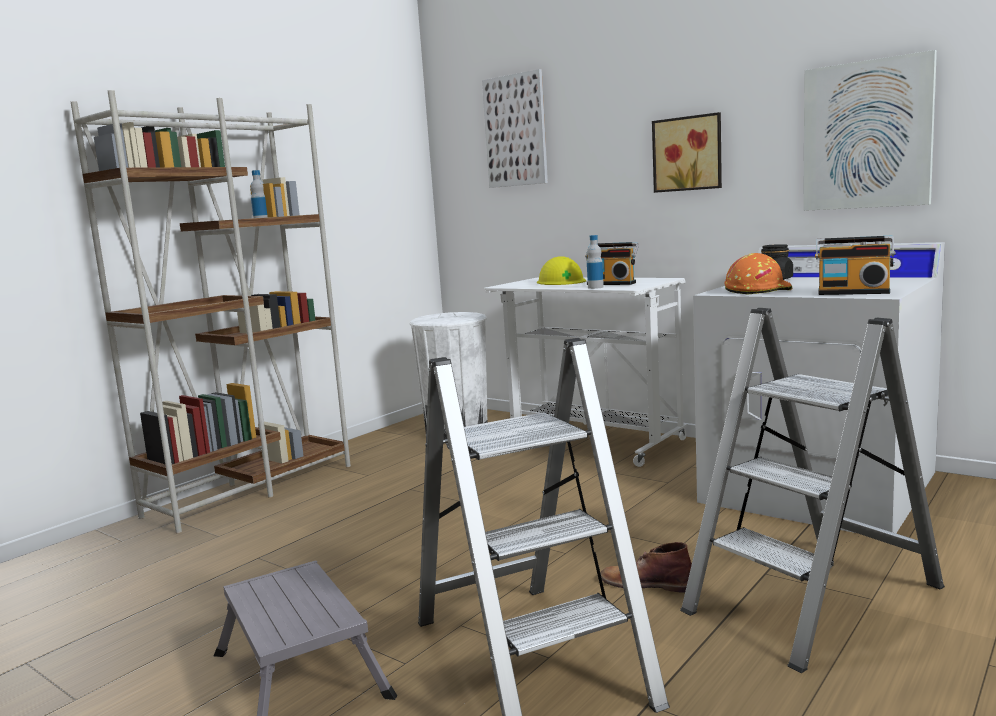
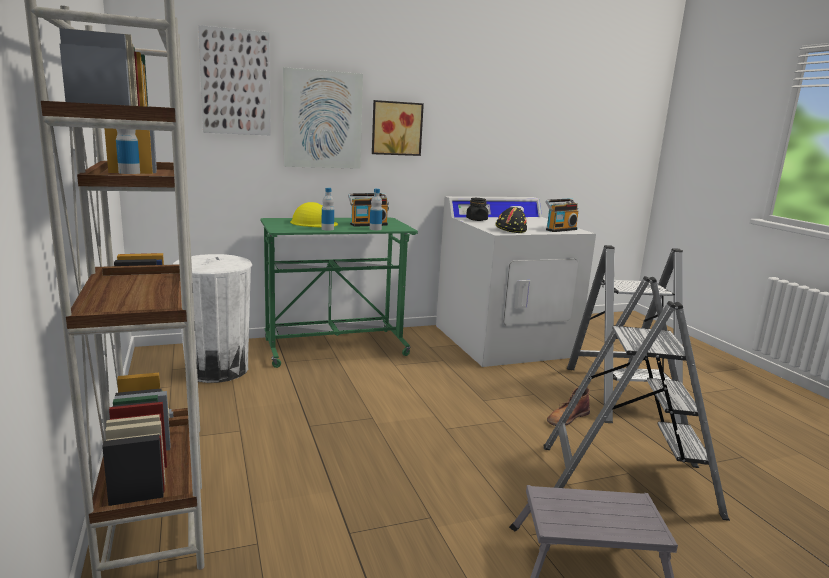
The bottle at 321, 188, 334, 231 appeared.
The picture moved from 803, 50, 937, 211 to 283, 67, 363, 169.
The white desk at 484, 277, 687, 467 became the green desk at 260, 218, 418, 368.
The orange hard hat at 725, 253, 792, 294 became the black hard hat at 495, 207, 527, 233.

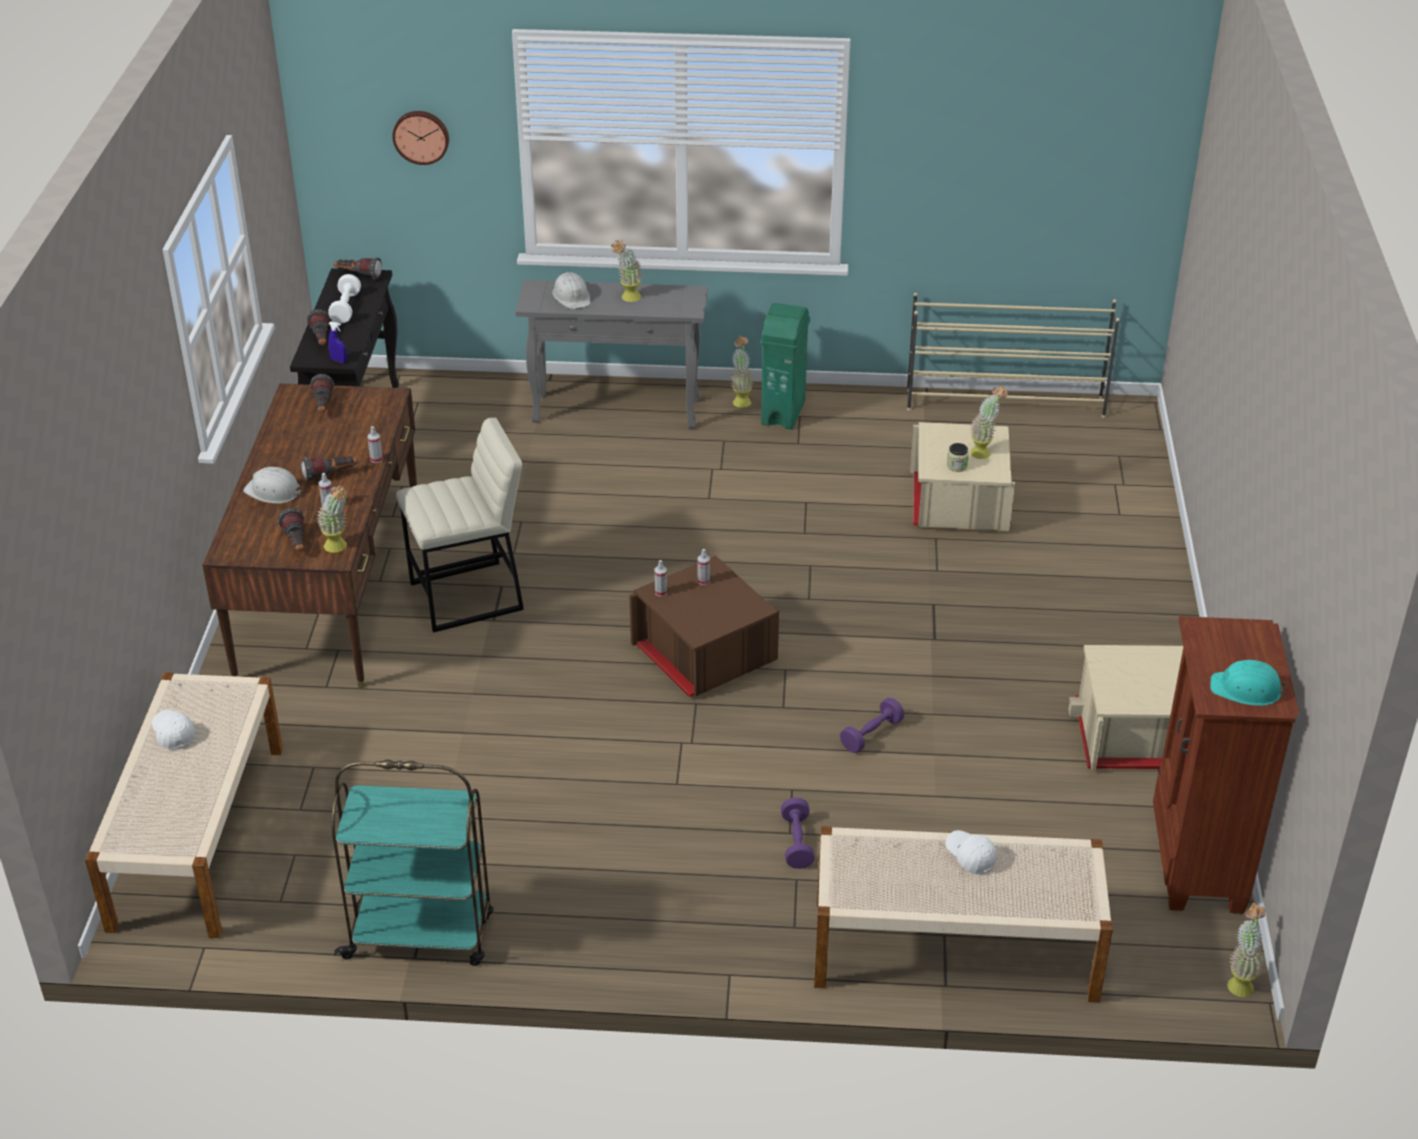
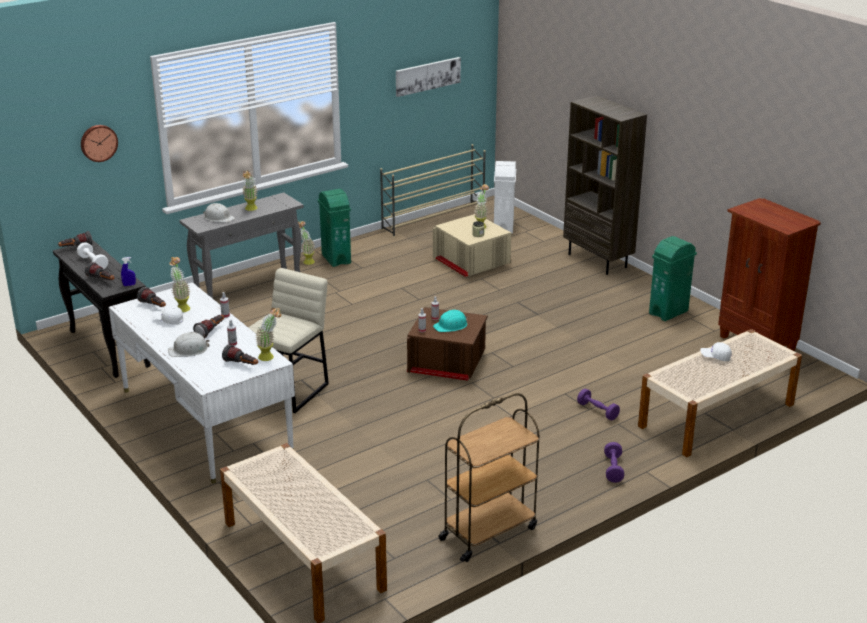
The picture at 396, 57, 461, 97 appeared.
The white trash can at 494, 161, 516, 234 appeared.
The brown bookcase at 563, 95, 647, 275 appeared.
The white cap moved from 152, 710, 195, 750 to 152, 305, 183, 325.
The purple dumbbell moved from 840, 698, 904, 753 to 604, 442, 624, 483.
The turquoise hard hat moved from 1210, 660, 1287, 706 to 433, 310, 468, 332.
The potted plant moved from 1227, 902, 1265, 997 to 170, 257, 190, 312.
The beige storage box at 1068, 645, 1183, 771 was replaced by the green trash can at 649, 236, 697, 321.
The brown desk at 203, 384, 417, 688 became the white desk at 109, 282, 295, 484.
The turquoise cart at 332, 760, 494, 966 became the brown cart at 438, 393, 539, 562.

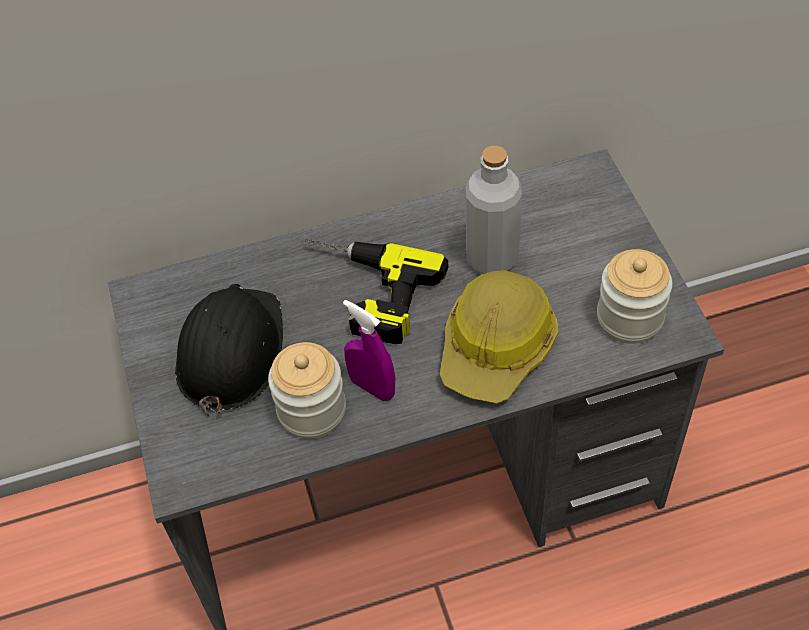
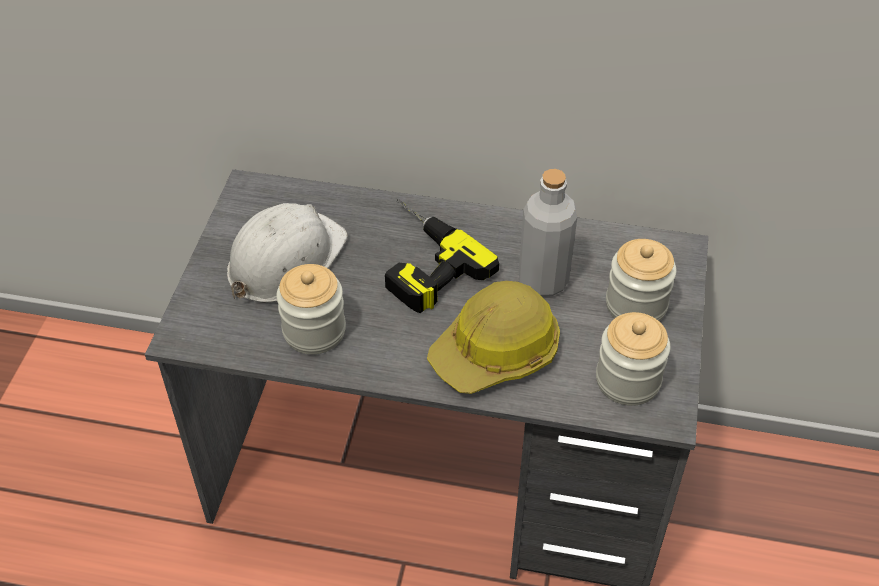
The purple spray bottle at 343, 300, 395, 401 disappeared.
The jar at 606, 239, 676, 321 appeared.
The black hard hat at 175, 284, 283, 416 became the white hard hat at 227, 203, 348, 303.

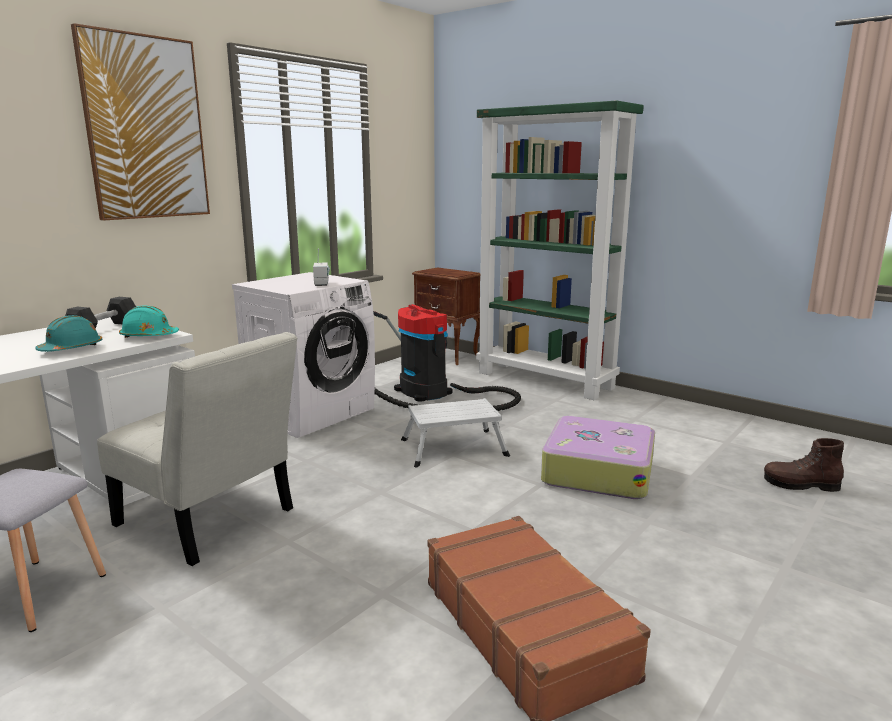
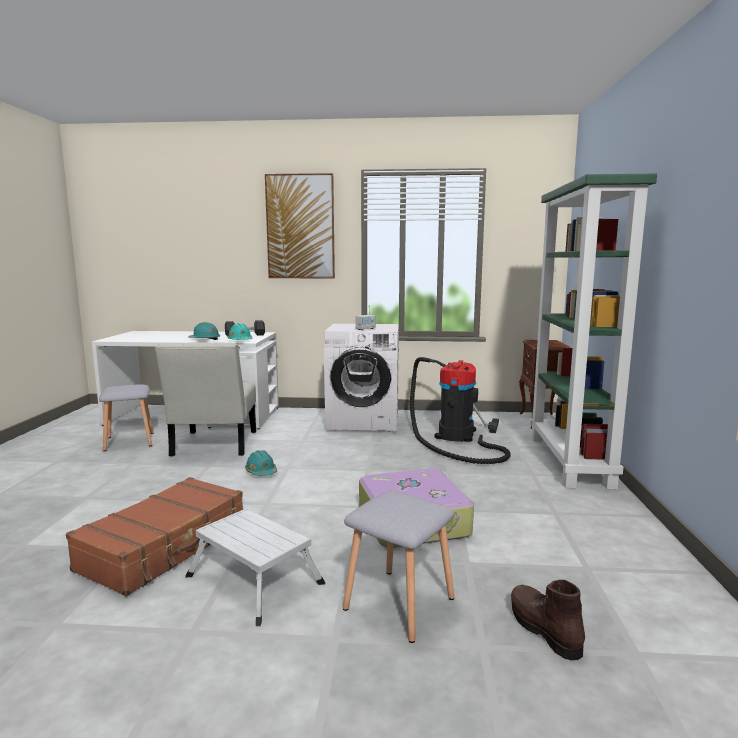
The turquoise hard hat at 245, 450, 277, 476 appeared.
The grey stool at 343, 490, 454, 643 appeared.
The white step ladder moved from 401, 398, 510, 468 to 185, 508, 325, 626.

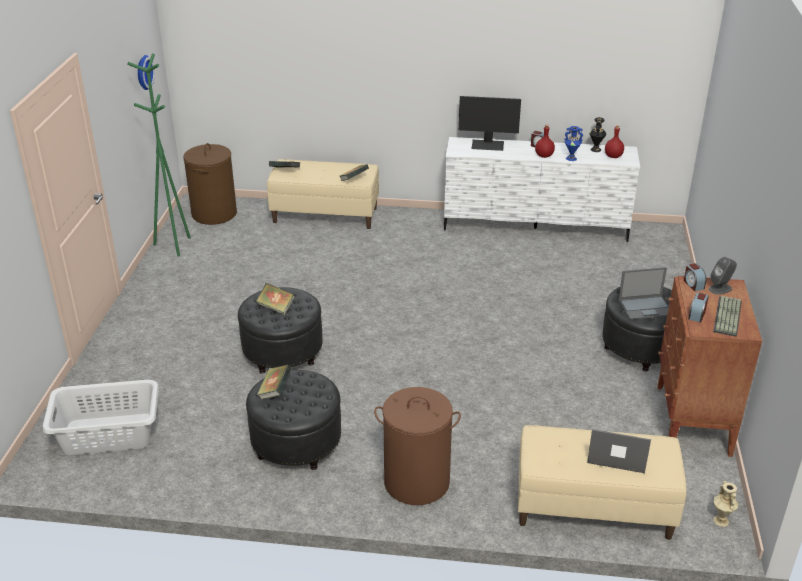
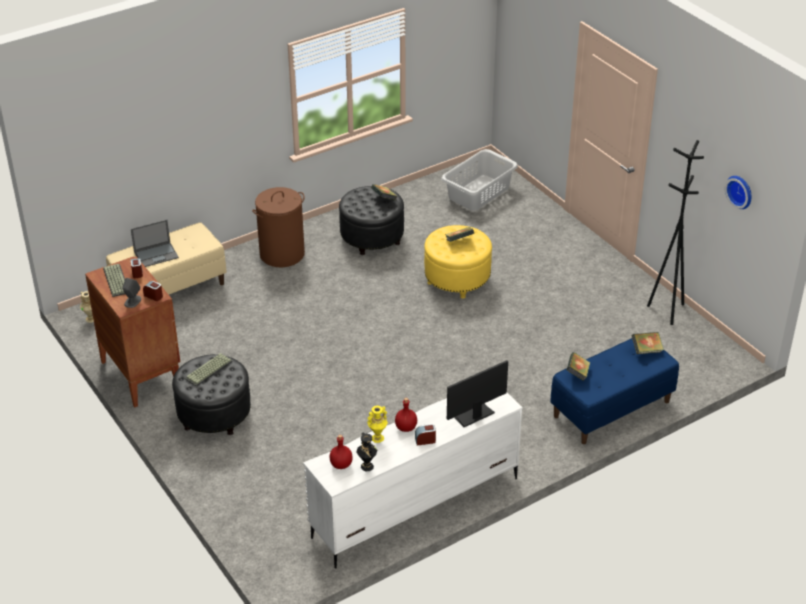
The brown laundry basket at 183, 143, 237, 225 disappeared.
The laptop at 618, 267, 669, 320 was replaced by the keyboard at 185, 353, 232, 387.
The green clothes rack at 127, 54, 191, 256 became the black clothes rack at 647, 140, 704, 325.
The black ottoman at 238, 287, 323, 374 became the yellow ottoman at 424, 225, 492, 299.
The beige bench at 267, 159, 379, 229 became the blue bench at 550, 338, 679, 444.
The blue vase at 564, 126, 583, 161 became the yellow vase at 367, 406, 388, 443.

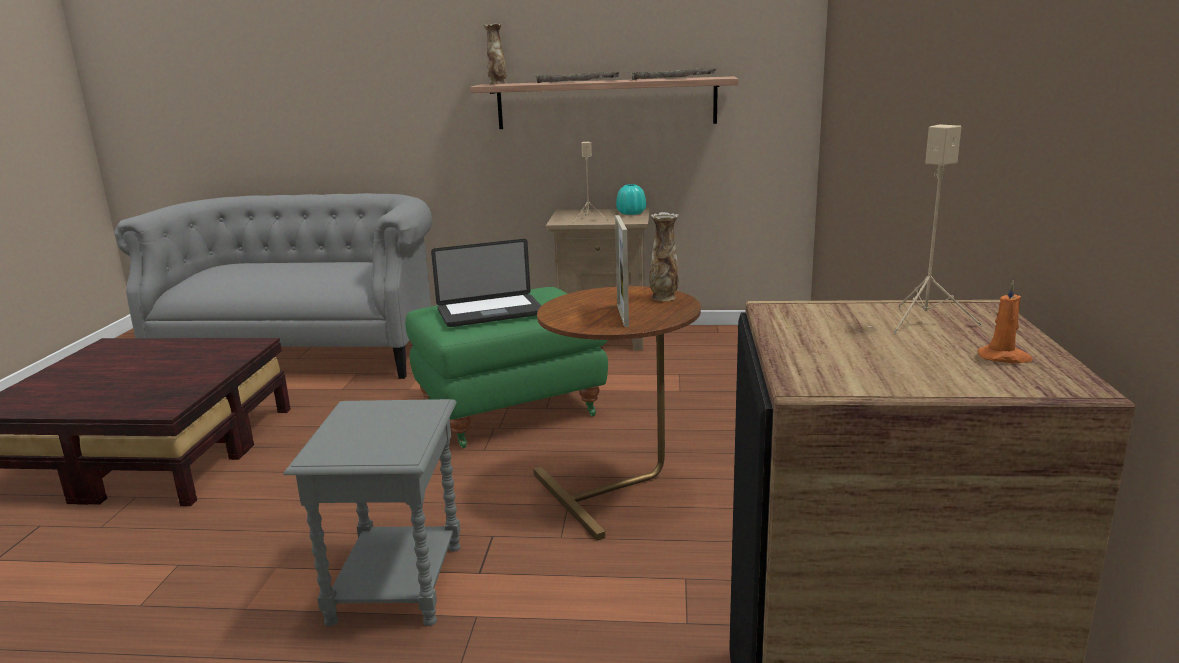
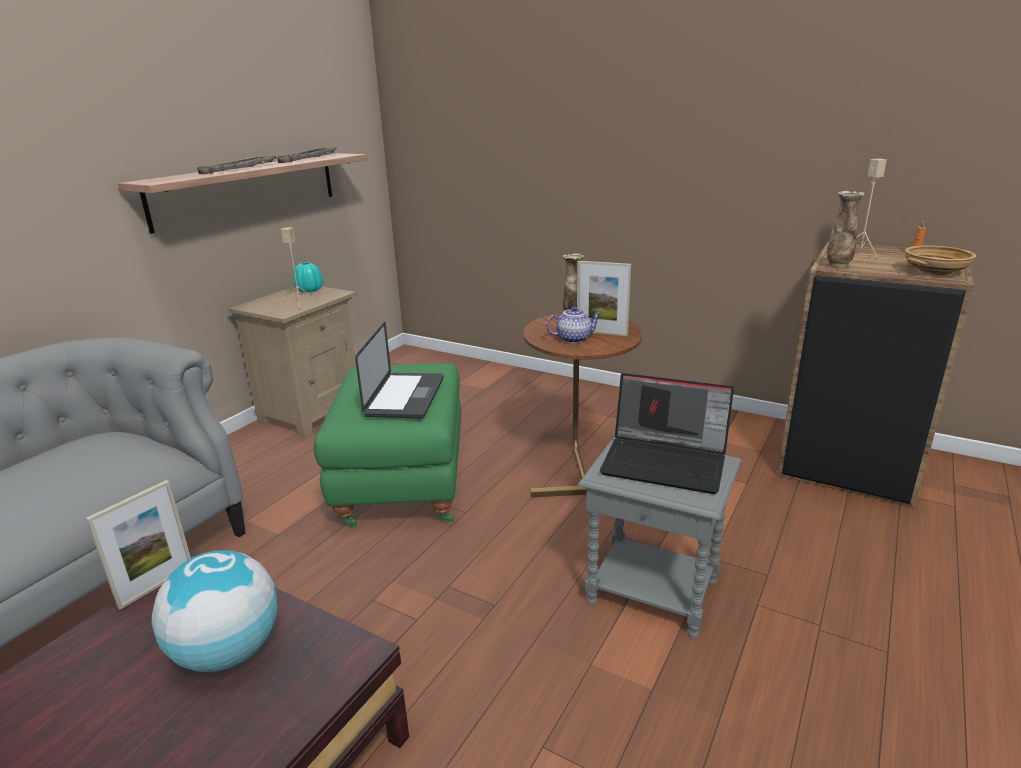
The picture frame at 86, 480, 191, 609 appeared.
The globe at 152, 550, 277, 672 appeared.
The teapot at 546, 306, 601, 343 appeared.
The laptop at 599, 373, 734, 494 appeared.
The beige bowl at 905, 245, 977, 276 appeared.
The vase moved from 483, 24, 507, 84 to 827, 191, 864, 269.

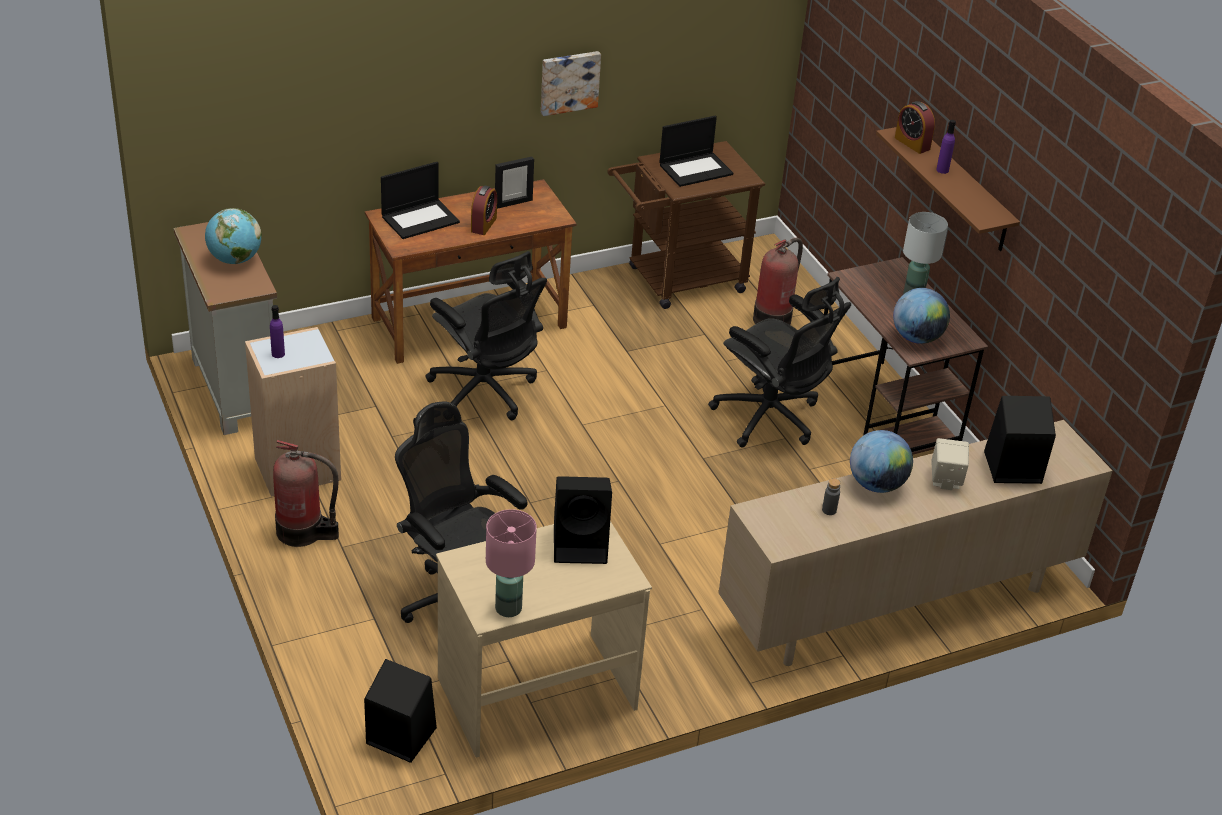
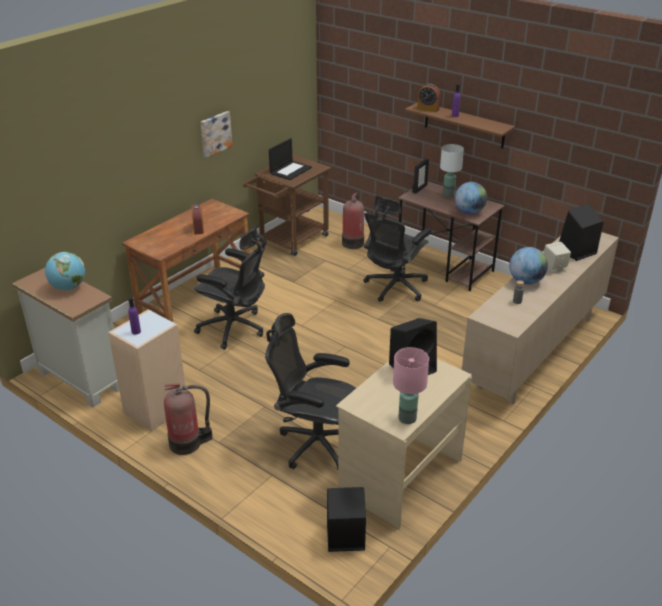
The laptop at 381, 162, 460, 239 disappeared.
The picture frame moved from 495, 157, 534, 209 to 412, 158, 429, 194.
The office chair at 708, 277, 851, 447 turned 105 degrees clockwise.

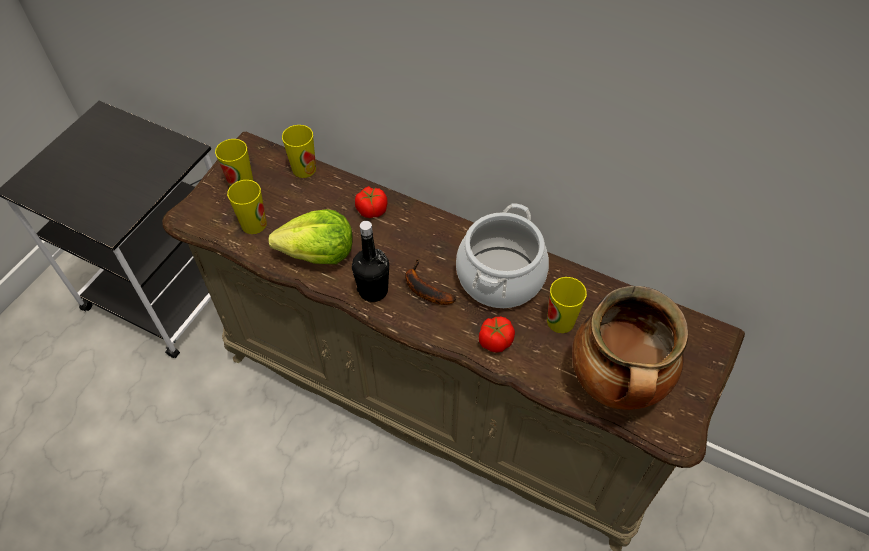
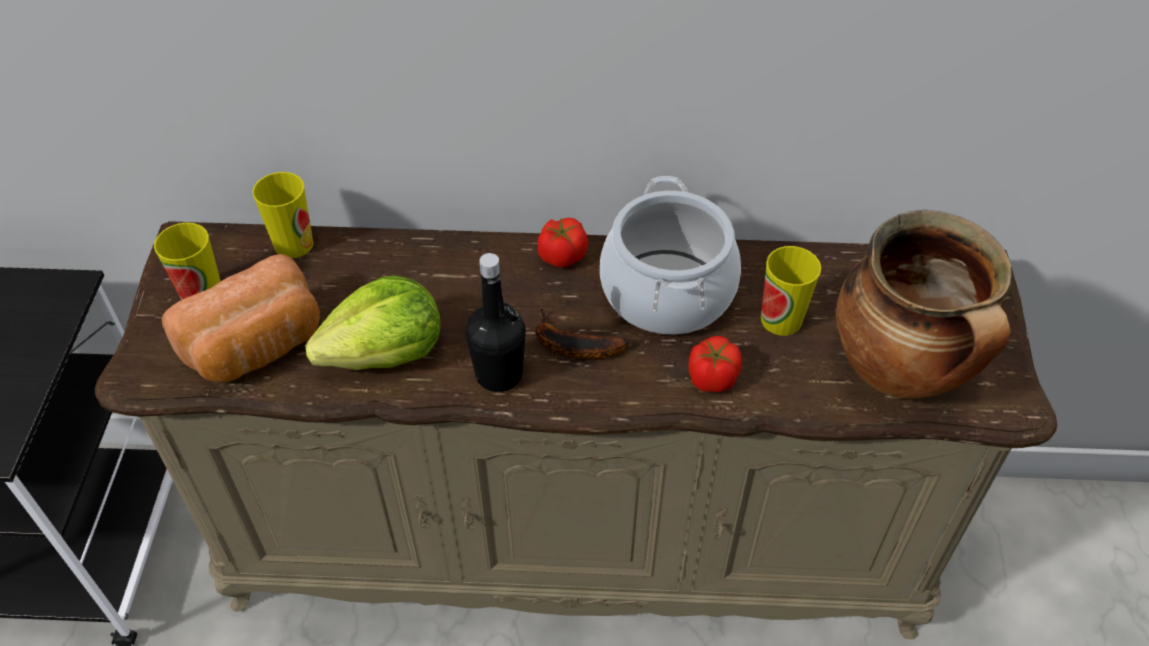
The tomato moved from 355, 186, 388, 218 to 538, 218, 588, 267.
The cup at 227, 180, 267, 234 was replaced by the bread at 162, 254, 320, 382.

